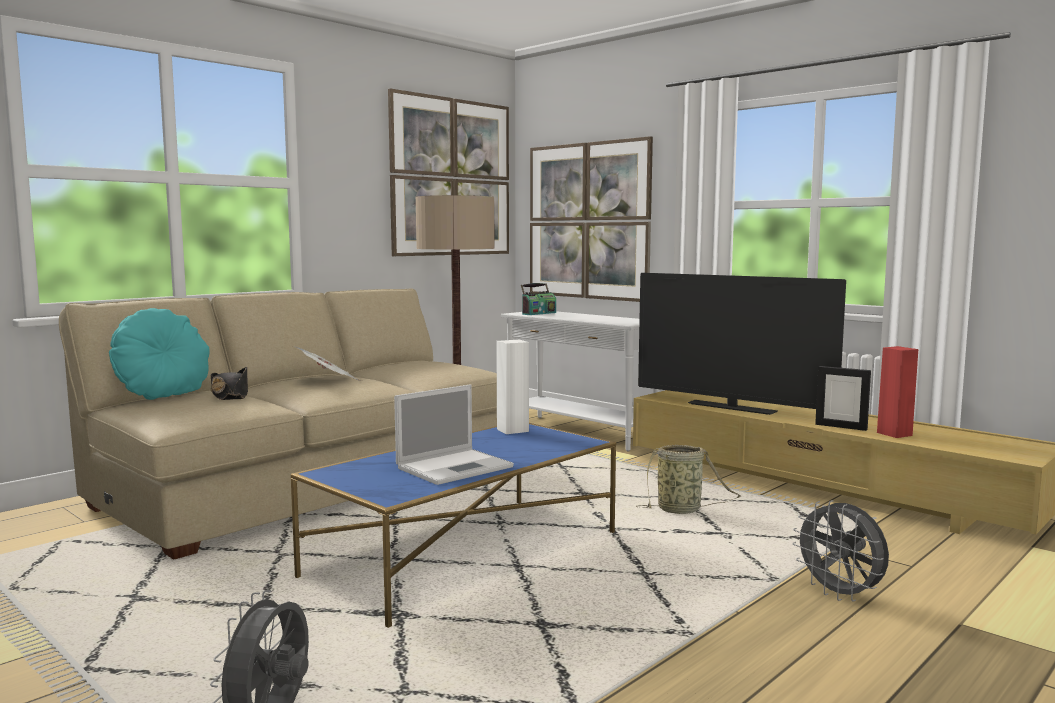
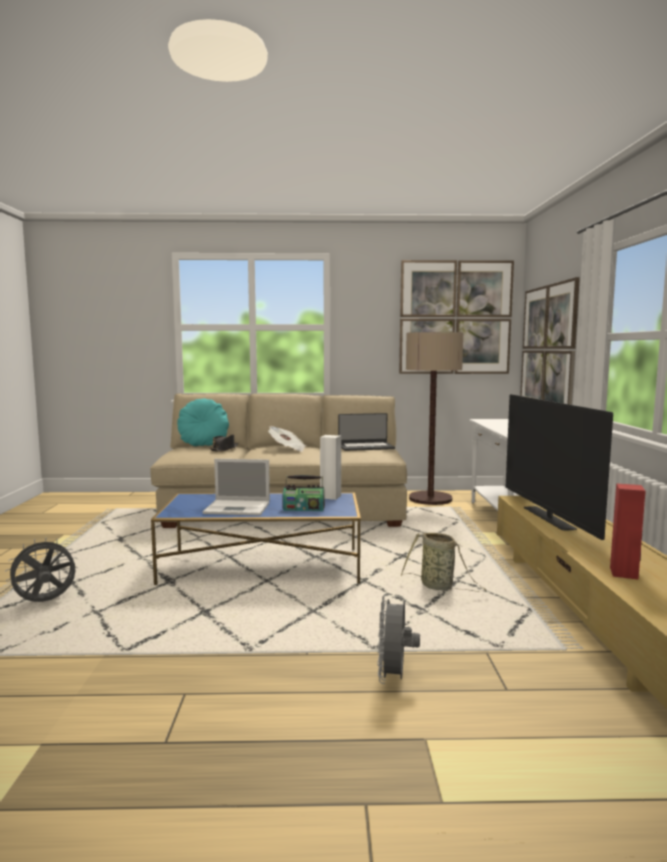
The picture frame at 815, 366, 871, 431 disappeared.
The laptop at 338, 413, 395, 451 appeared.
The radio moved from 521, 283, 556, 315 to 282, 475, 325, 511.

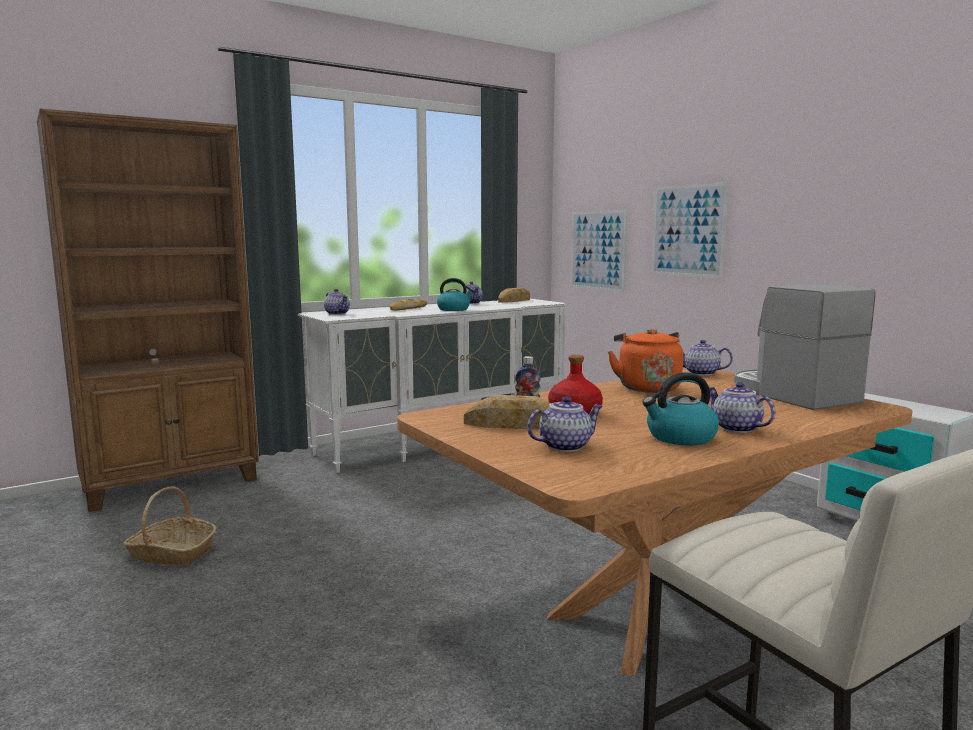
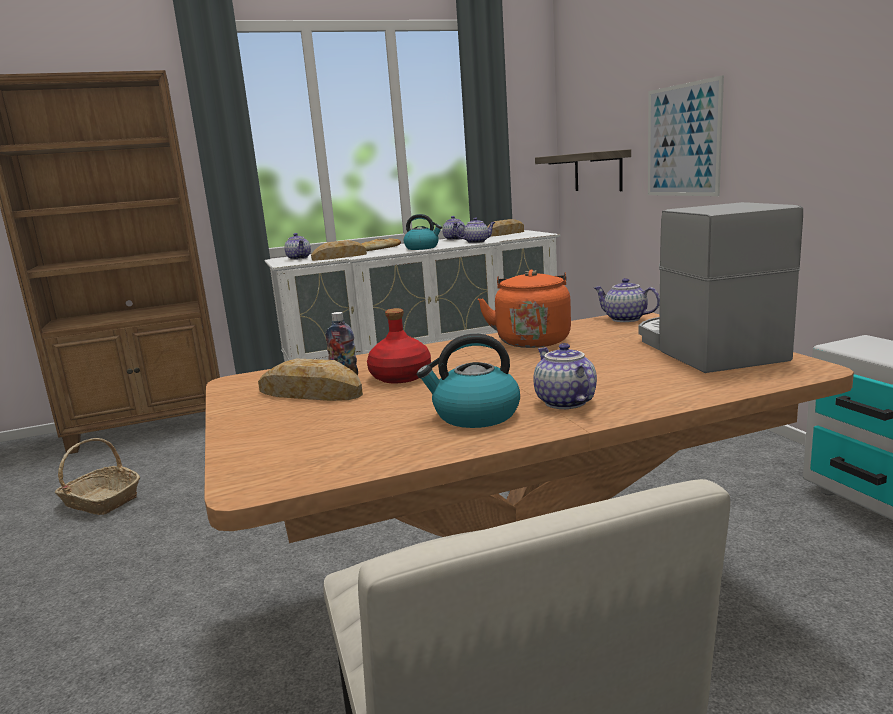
The bread at 311, 240, 367, 261 appeared.
The teapot moved from 527, 396, 603, 452 to 456, 217, 495, 243.
The picture at 571, 210, 628, 292 was replaced by the shelf at 535, 149, 631, 191.

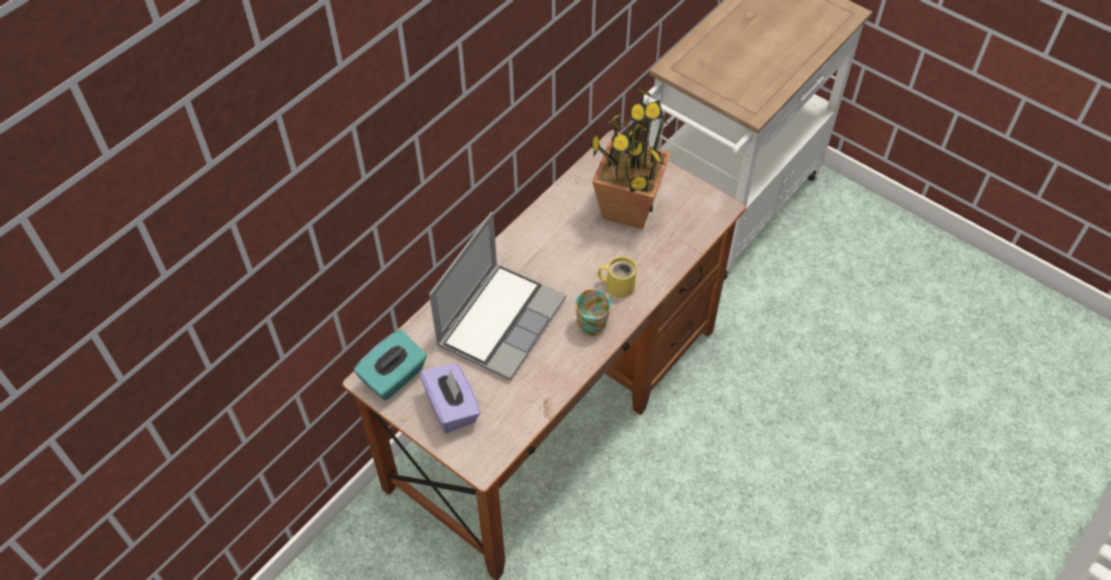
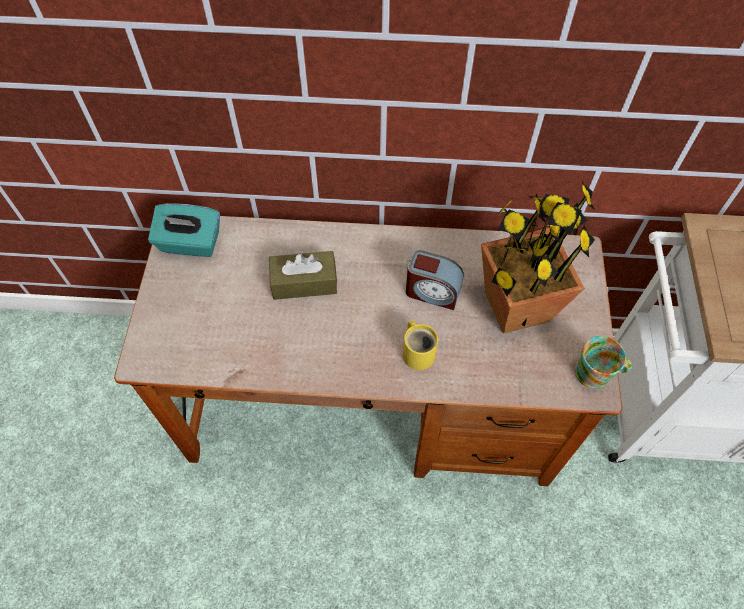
The purple tissue box at 420, 363, 481, 433 disappeared.
The alarm clock at 406, 250, 464, 310 appeared.
The mug moved from 575, 289, 612, 336 to 575, 336, 632, 388.
The laptop at 429, 212, 566, 380 was replaced by the brown tissue box at 269, 251, 337, 300.

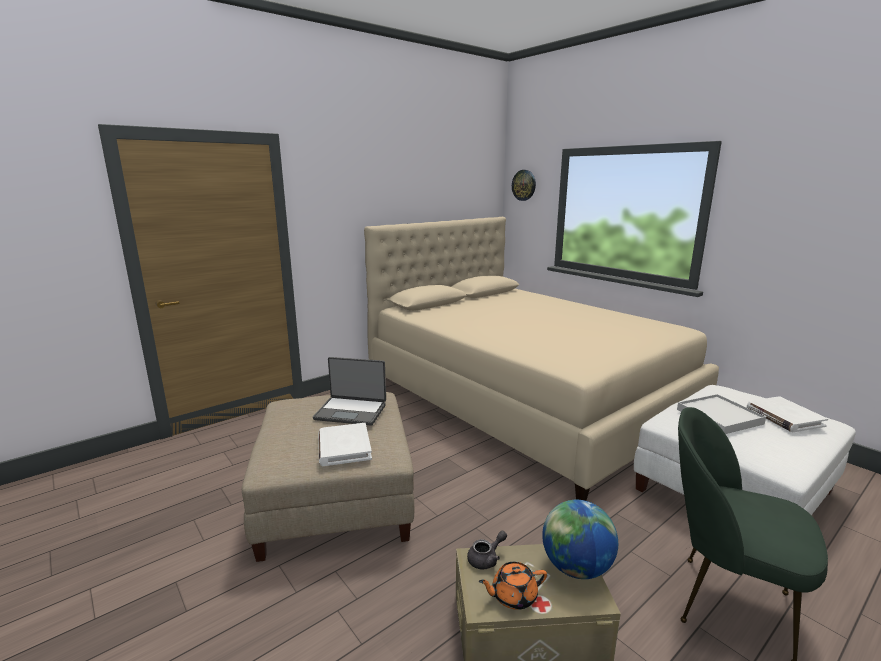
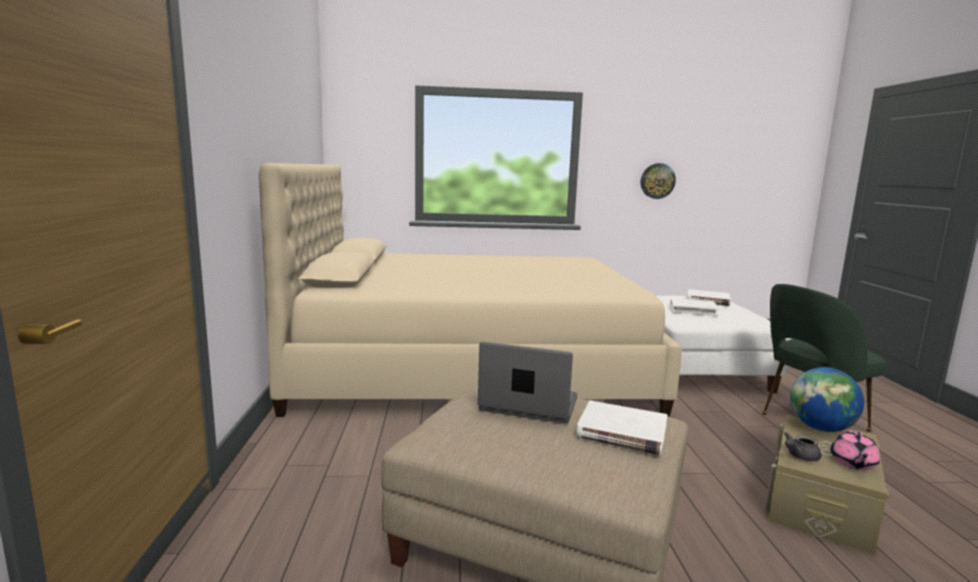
The wall clock moved from 512, 170, 536, 201 to 641, 163, 676, 199.
The white tray at 677, 394, 766, 434 was replaced by the white book at 670, 298, 719, 316.
The orange teapot at 479, 562, 547, 610 became the pink teapot at 830, 430, 880, 470.
The laptop at 313, 357, 386, 426 turned 120 degrees counterclockwise.
The grey teapot at 467, 530, 507, 570 turned 120 degrees counterclockwise.

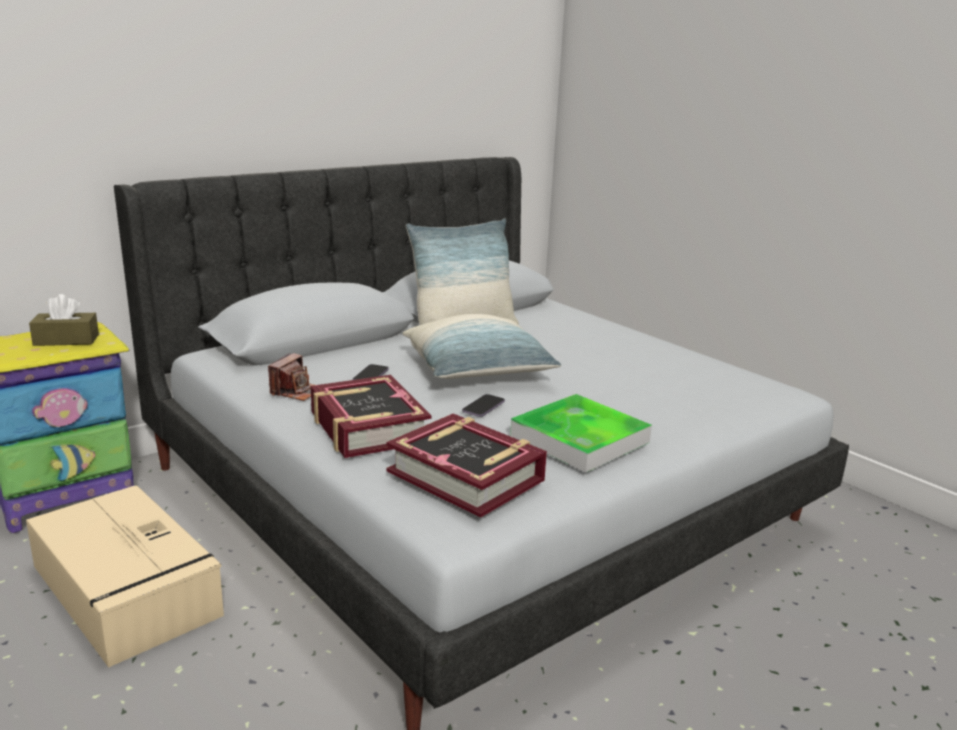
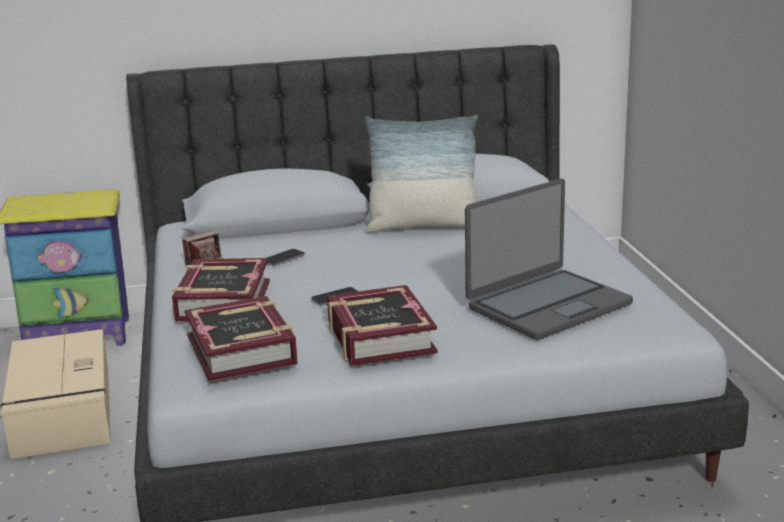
The brown tissue box at 29, 294, 99, 346 disappeared.
The pillow at 402, 314, 562, 379 disappeared.
The laptop at 465, 179, 633, 340 appeared.
The tray at 510, 394, 652, 473 was replaced by the book at 327, 285, 437, 366.

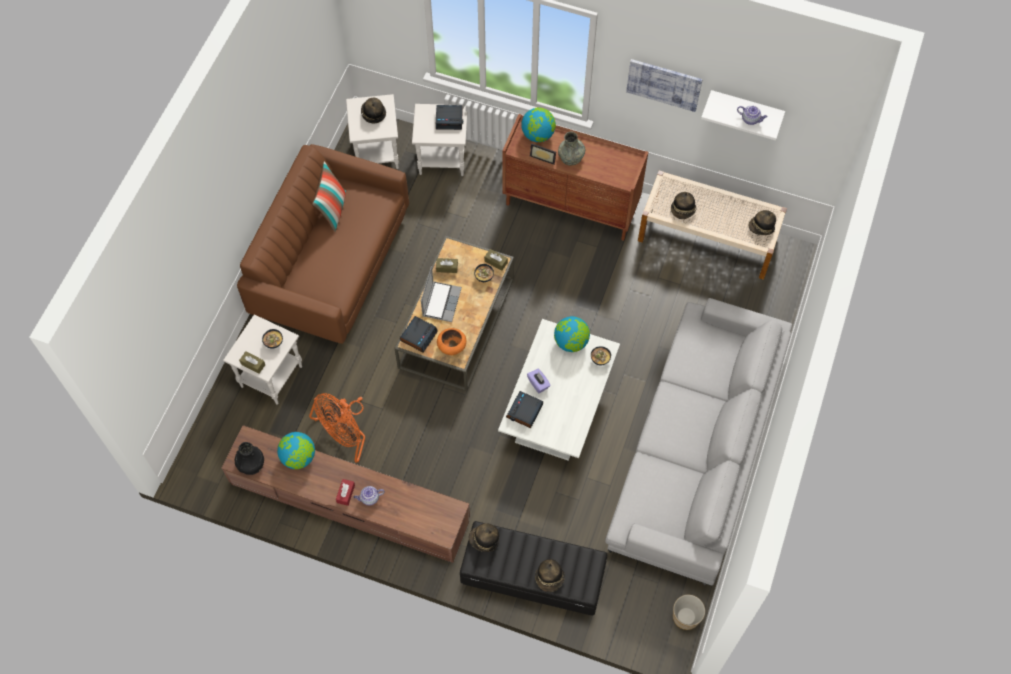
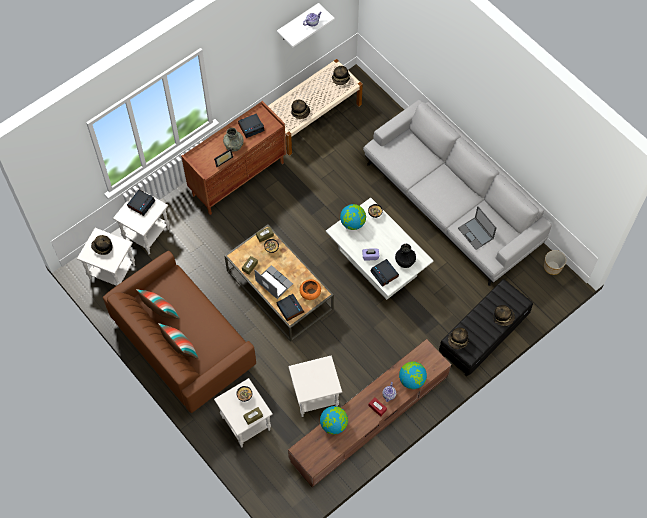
The picture at 626, 59, 703, 112 disappeared.
The pillow at 158, 323, 198, 359 appeared.
The alarm clock at 238, 114, 265, 138 appeared.
The laptop at 458, 206, 496, 250 appeared.
The black vase moved from 235, 442, 264, 475 to 395, 244, 416, 268.
The globe moved from 521, 108, 556, 142 to 399, 362, 427, 389.
The orange fan at 309, 393, 365, 463 was replaced by the white side table at 288, 355, 342, 417.

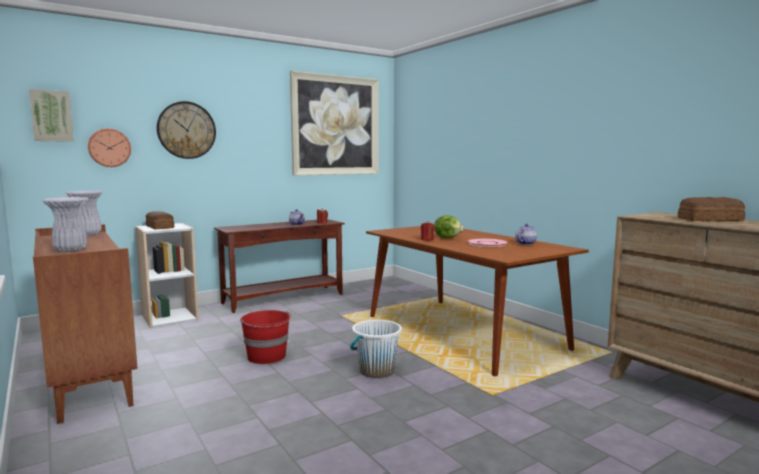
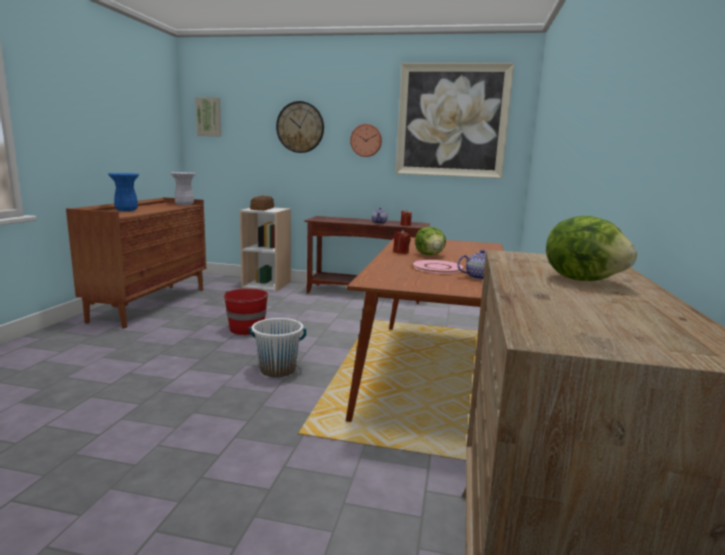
The wall clock moved from 88, 129, 131, 167 to 350, 124, 382, 157.
The bread at 678, 197, 745, 221 was replaced by the lettuce at 546, 216, 637, 281.
The white vase at 43, 197, 88, 251 became the blue vase at 108, 173, 139, 212.

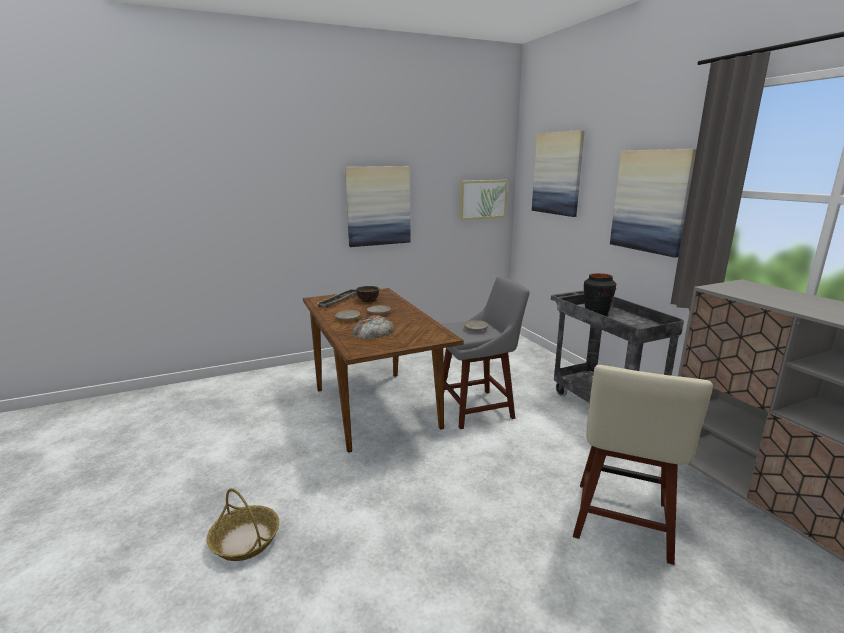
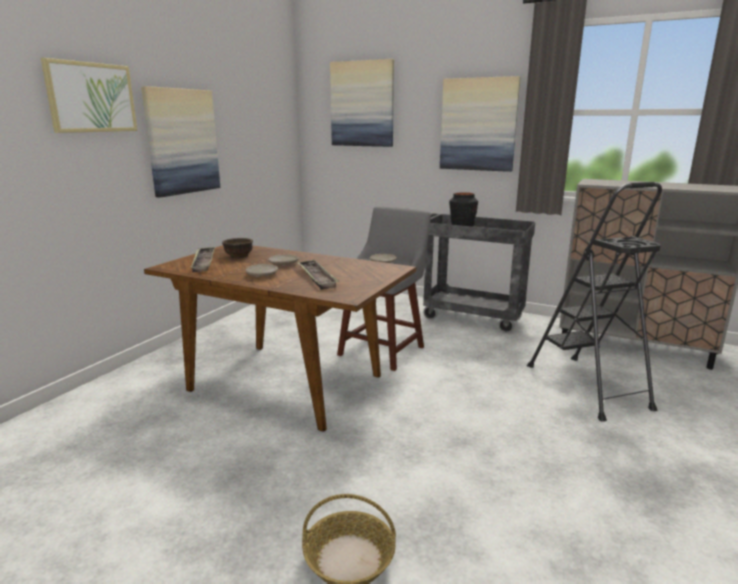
The picture moved from 460, 180, 508, 220 to 41, 58, 137, 133.
The bread at 351, 315, 395, 339 was replaced by the tray at 298, 260, 339, 290.
The beige stool at 573, 365, 713, 565 was replaced by the step ladder at 527, 182, 662, 422.

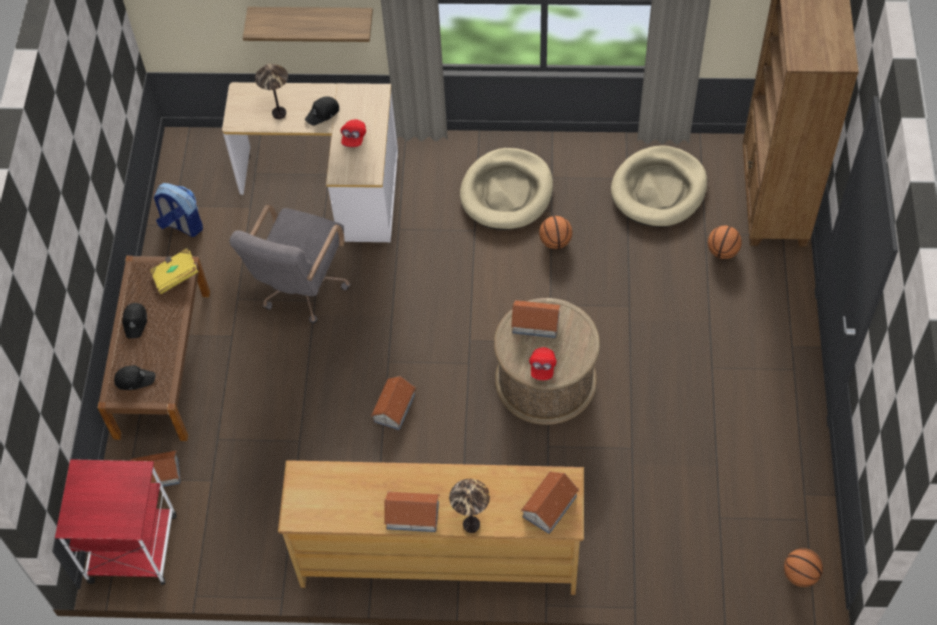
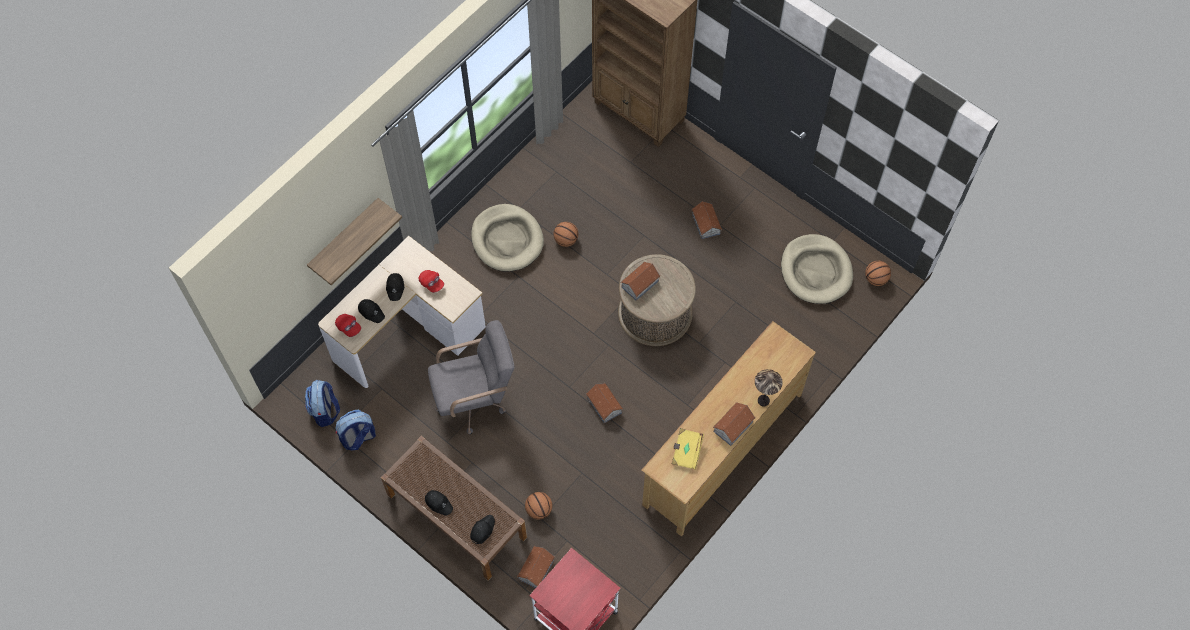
The backpack at 305, 380, 340, 427 appeared.
The yellow book moved from 150, 248, 198, 294 to 672, 428, 704, 470.
The toy house moved from 521, 471, 579, 534 to 692, 201, 722, 239.
The red cap moved from 529, 347, 557, 380 to 335, 314, 361, 337.
The beige dog bed moved from 611, 146, 707, 227 to 781, 234, 853, 304.
The basketball moved from 708, 226, 742, 259 to 525, 492, 552, 520.
The table lamp at 255, 64, 288, 119 was replaced by the black cap at 358, 299, 385, 323.
The grey office chair at 229, 205, 350, 323 turned 75 degrees counterclockwise.

